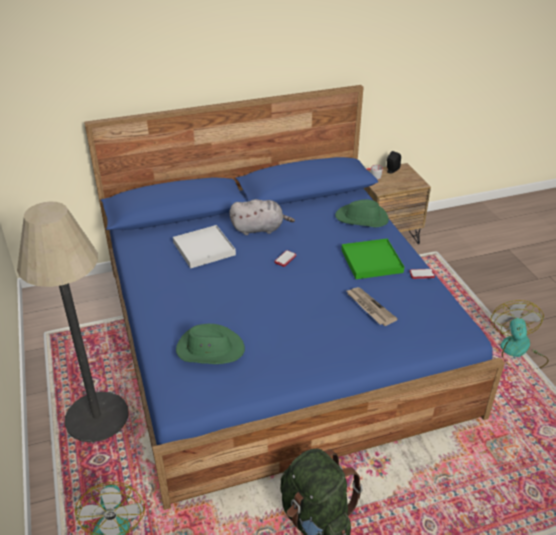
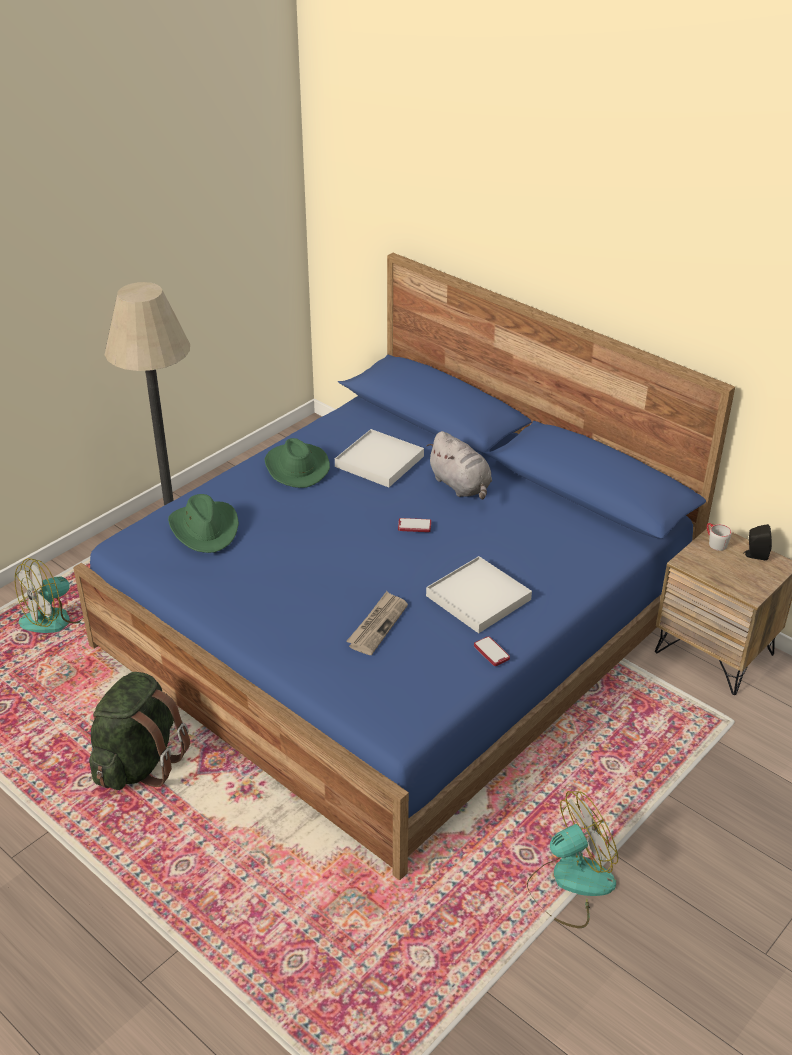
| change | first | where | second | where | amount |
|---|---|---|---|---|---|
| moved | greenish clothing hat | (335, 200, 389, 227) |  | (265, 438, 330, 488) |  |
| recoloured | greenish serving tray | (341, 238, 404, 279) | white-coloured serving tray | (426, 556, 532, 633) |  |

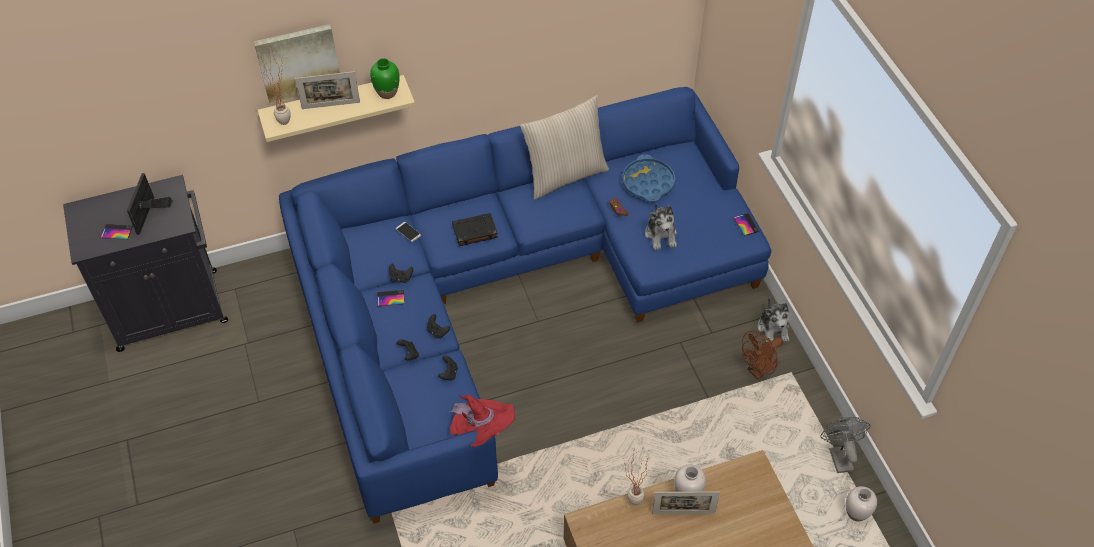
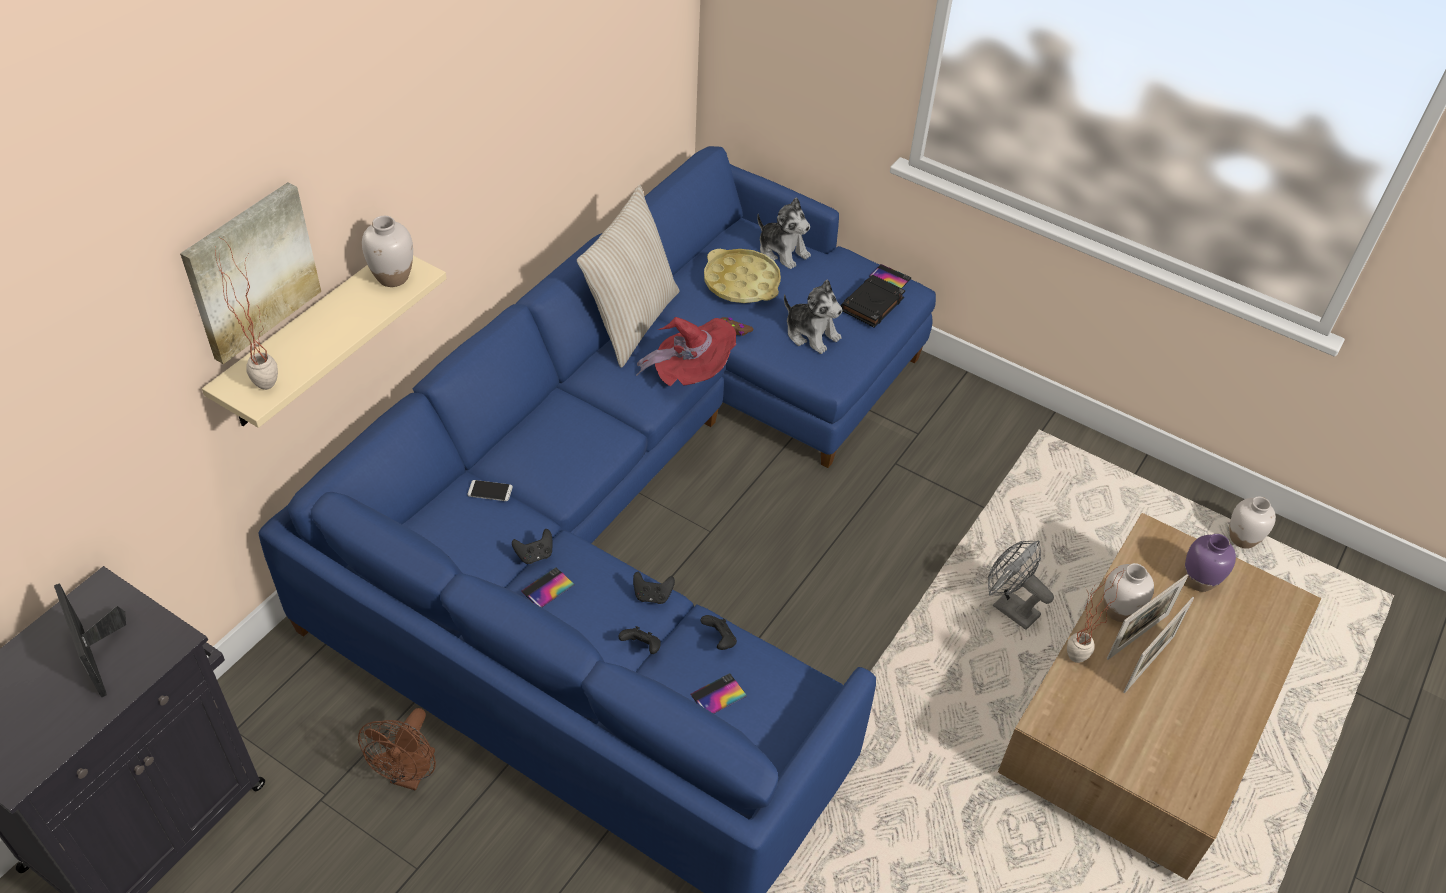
| change | first | where | second | where | amount |
|---|---|---|---|---|---|
| moved | phone | (100, 224, 133, 240) |  | (690, 673, 747, 714) |  |
| moved | photo frame | (295, 71, 360, 109) |  | (1123, 597, 1194, 693) |  |
| recoloured | greenish vase | (370, 58, 400, 99) | white-coloured vase | (362, 216, 413, 287) |  |
| moved | reddish clothing hat | (447, 395, 515, 447) |  | (636, 317, 736, 386) |  |
| moved | black book | (452, 213, 498, 246) |  | (840, 275, 905, 328) |  |
| recoloured | blue serving tray | (622, 154, 675, 202) | yellow-coloured serving tray | (704, 249, 781, 303) |  |
| moved | brownish fan | (742, 331, 783, 379) |  | (358, 708, 436, 791) |  |
| moved | plush toy | (758, 297, 789, 342) |  | (757, 197, 811, 269) |  |
| moved | gray fan | (820, 417, 870, 473) |  | (988, 540, 1054, 630) |  |
| added |  |  | purple-coloured vase | (1185, 534, 1236, 592) |  |

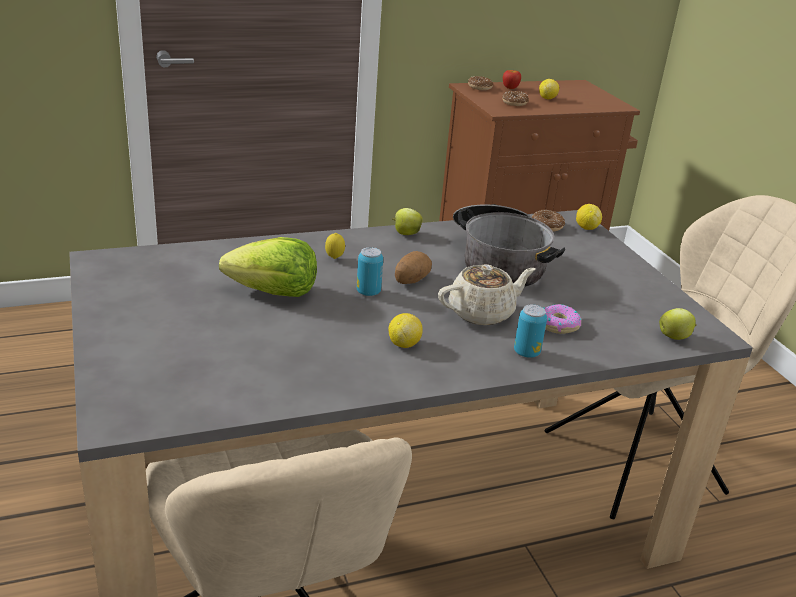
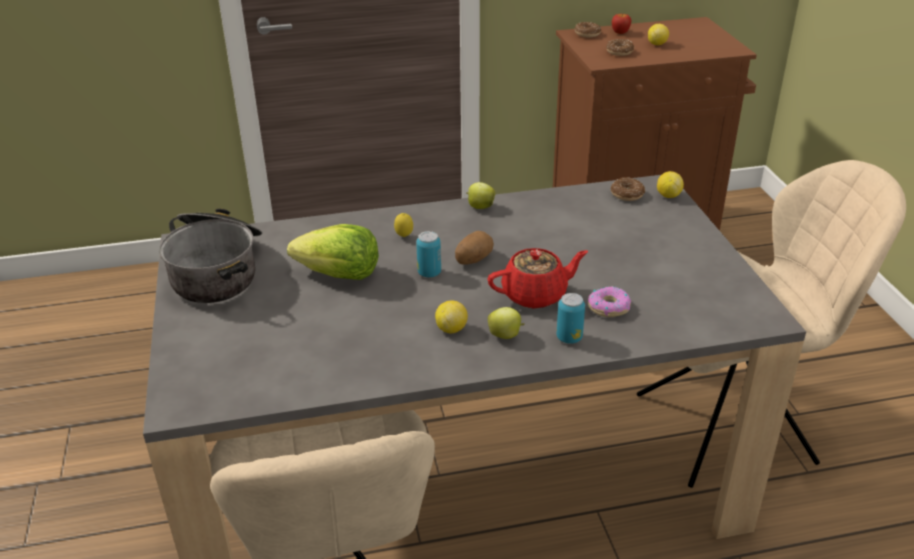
| change | first | where | second | where | amount |
|---|---|---|---|---|---|
| recoloured | beige-coloured tea pot | (438, 264, 536, 325) | reddish tea pot | (488, 248, 588, 309) |  |
| moved | cooking pot | (453, 204, 565, 287) |  | (159, 208, 262, 303) |  |
| moved | whole apple | (659, 308, 697, 340) |  | (488, 307, 525, 339) |  |

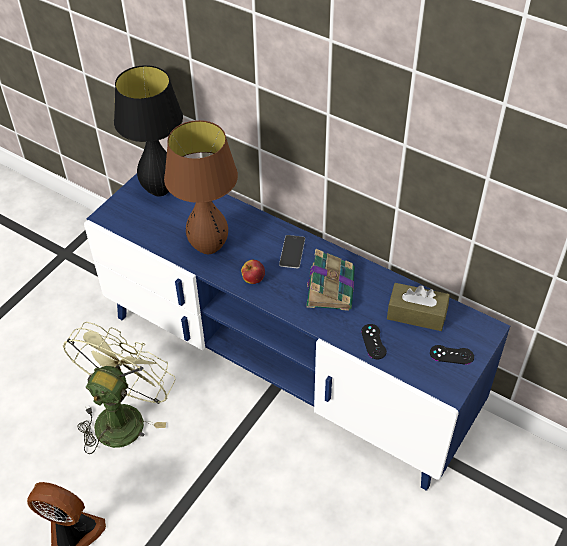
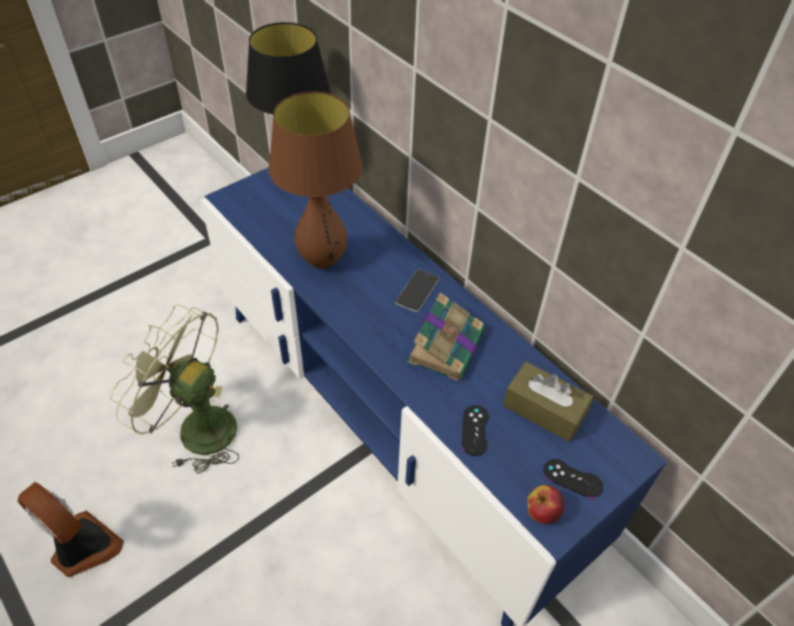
| change | first | where | second | where | amount |
|---|---|---|---|---|---|
| turned | greenish fan | (62, 322, 175, 454) |  | (110, 304, 239, 474) | 105 degrees counterclockwise |
| moved | whole apple | (241, 260, 265, 284) |  | (527, 485, 565, 524) |  |

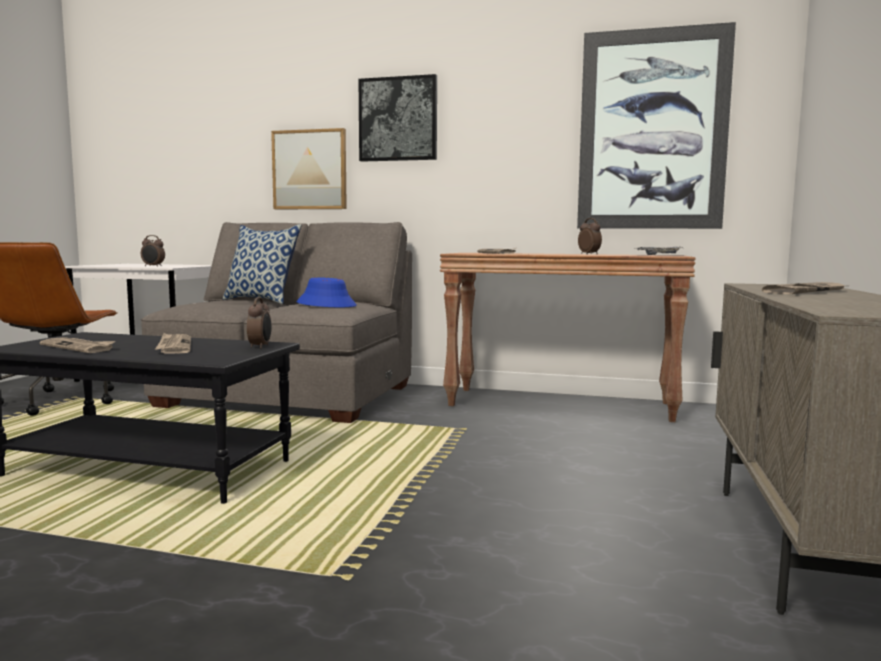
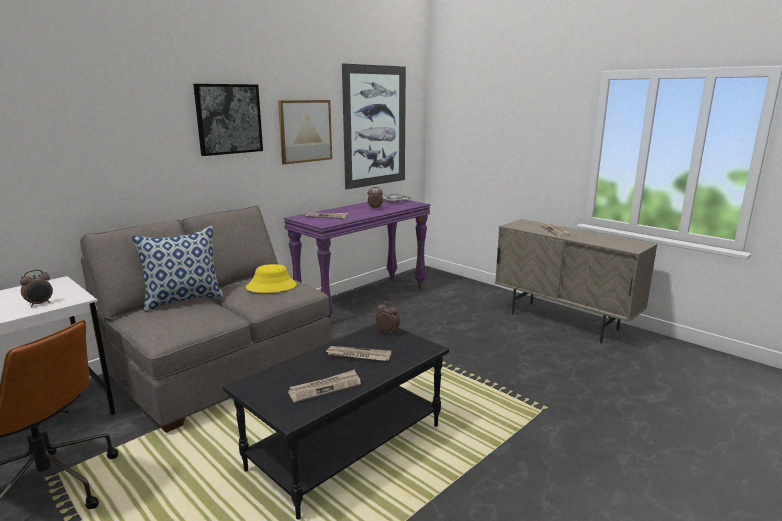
| change | first | where | second | where | amount |
|---|---|---|---|---|---|
| moved | picture | (271, 128, 347, 210) |  | (278, 100, 332, 164) |  |
| recoloured | blue clothing hat | (296, 277, 357, 307) | yellow-coloured clothing hat | (246, 264, 297, 293) |  |
| recoloured | brownish hall table | (440, 253, 696, 422) | purple-coloured hall table | (284, 199, 430, 318) |  |

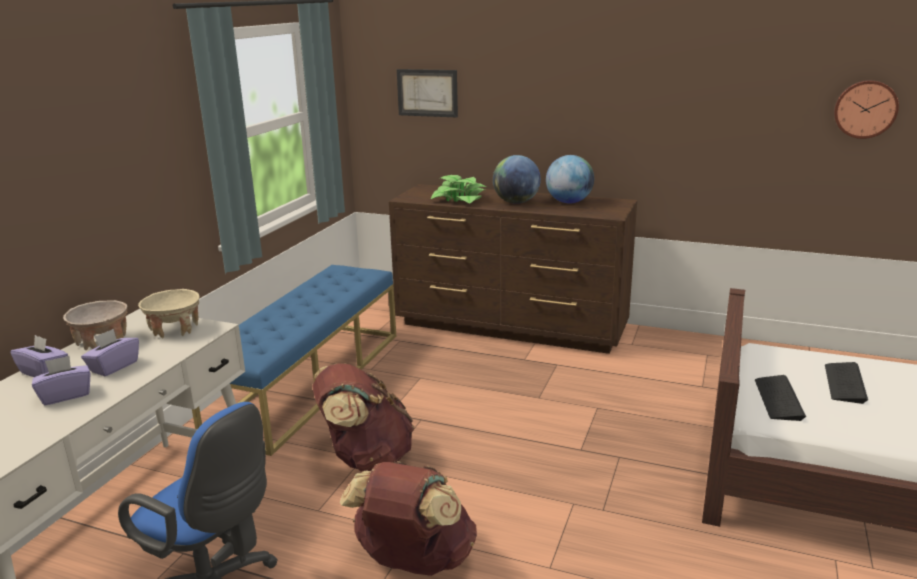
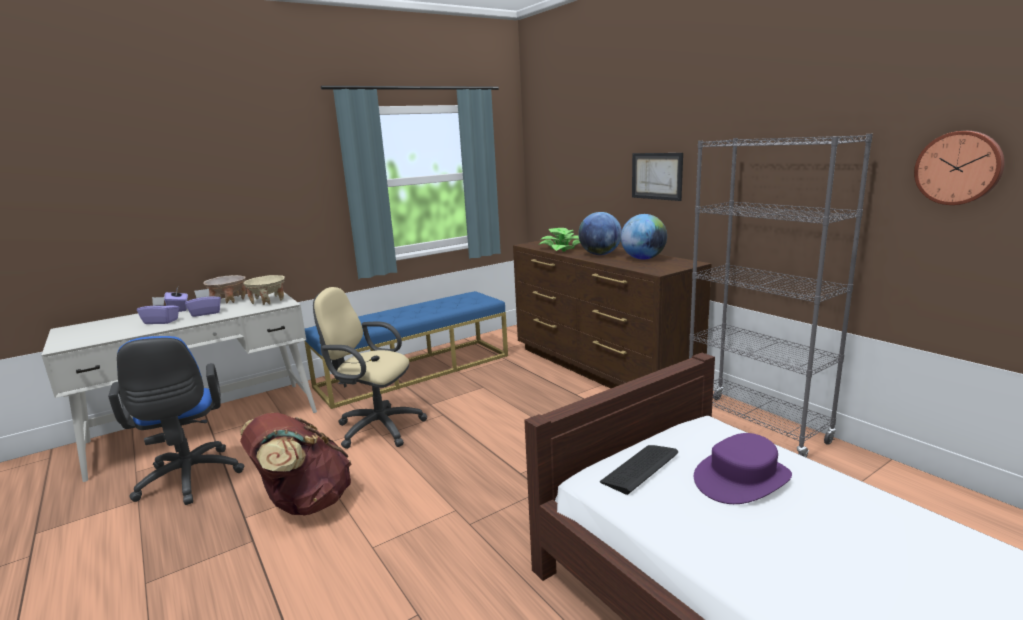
| change | first | where | second | where | amount |
|---|---|---|---|---|---|
| replaced | brownish knapsack | (312, 363, 414, 471) | beige-coloured office chair | (313, 287, 427, 449) |  |
| moved | picture | (397, 69, 458, 118) |  | (632, 153, 683, 201) |  |
| replaced | computer keyboard | (825, 362, 868, 404) | purple-coloured clothing hat | (694, 433, 792, 504) |  |
| added |  |  | gray shelving unit | (689, 134, 873, 457) |  |

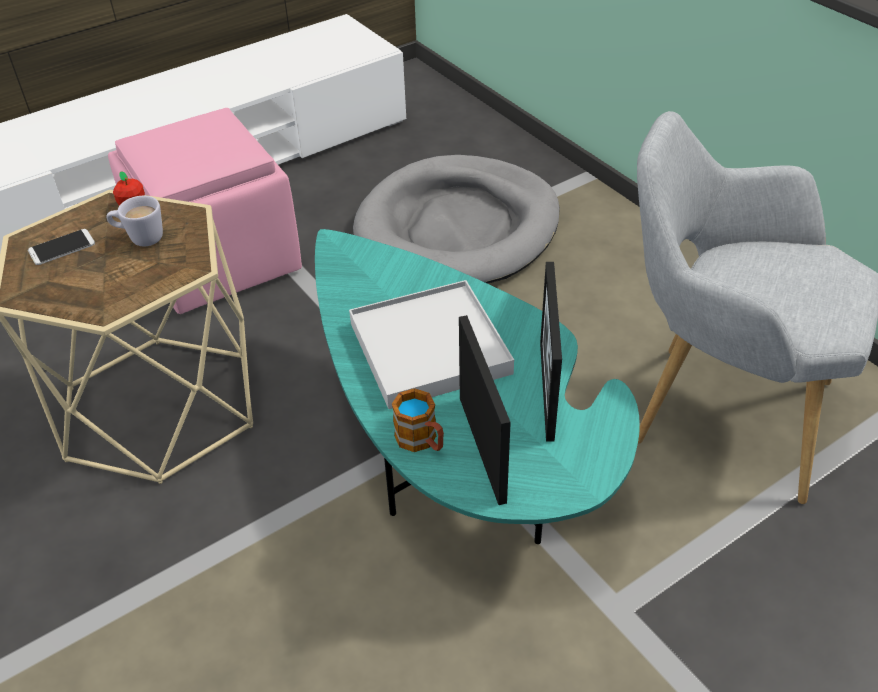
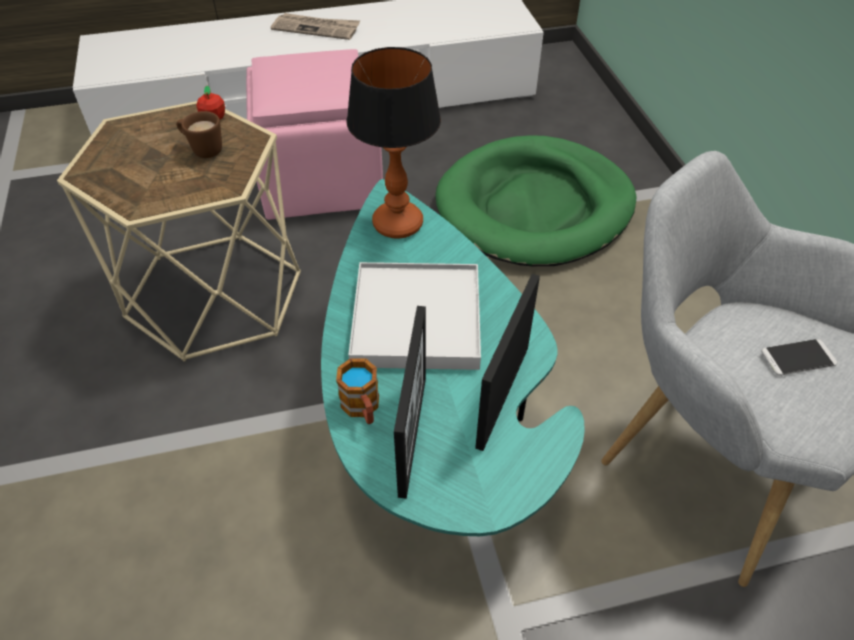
| change | first | where | second | where | amount |
|---|---|---|---|---|---|
| moved | phone | (28, 229, 95, 265) |  | (761, 339, 837, 376) |  |
| recoloured | white-coloured mug | (106, 196, 163, 246) | brownish mug | (176, 111, 222, 158) |  |
| recoloured | gray pet bed | (353, 155, 560, 284) | greenish pet bed | (435, 135, 636, 266) |  |
| added |  |  | newspaper | (271, 13, 360, 40) |  |
| added |  |  | table lamp | (346, 47, 441, 239) |  |

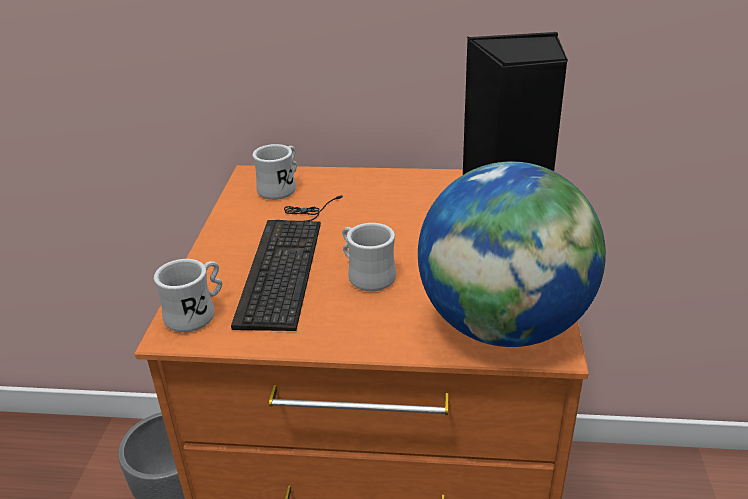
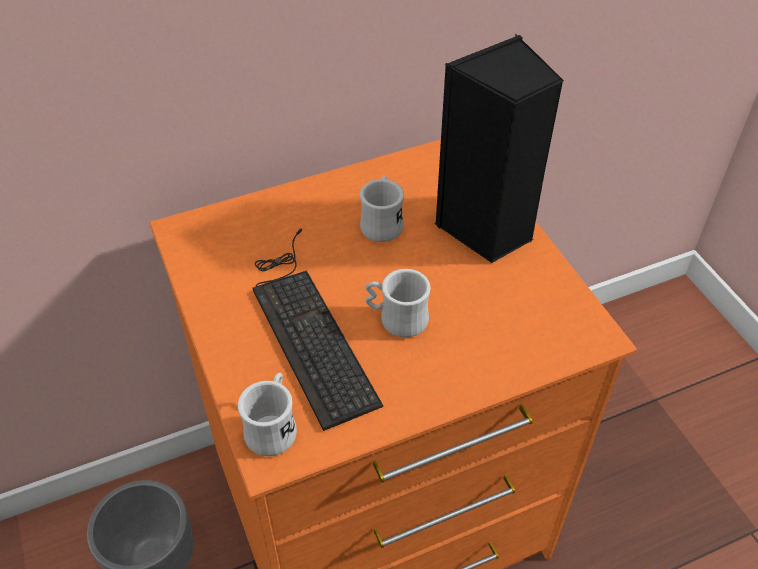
| change | first | where | second | where | amount |
|---|---|---|---|---|---|
| moved | white-coloured mug | (252, 144, 297, 200) |  | (360, 175, 404, 242) |  |
| removed | world globe | (418, 161, 606, 347) |  |  |  |

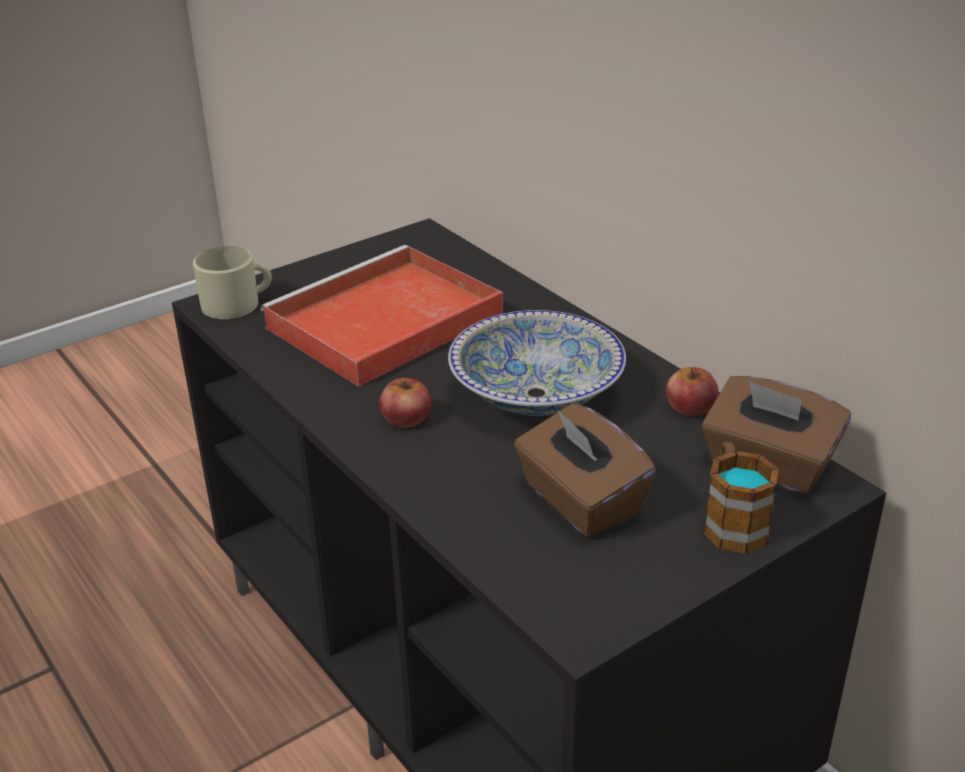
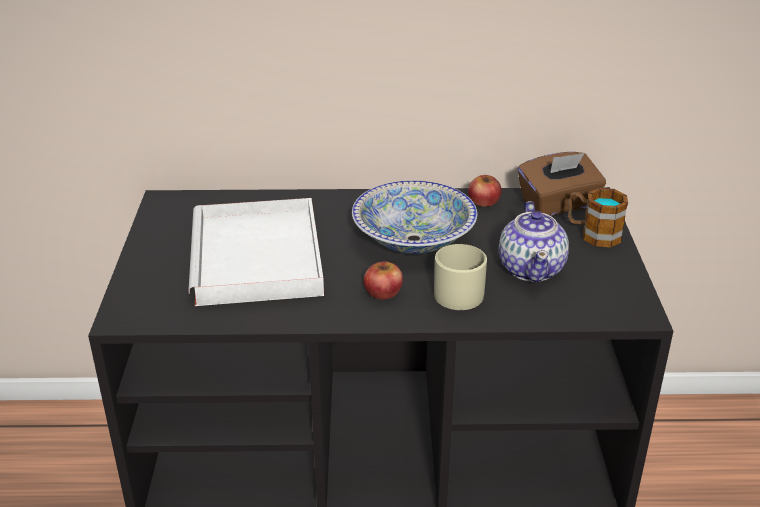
| change | first | where | second | where | amount |
|---|---|---|---|---|---|
| moved | beige-coloured mug | (193, 246, 272, 319) |  | (434, 244, 487, 310) |  |
| recoloured | reddish serving tray | (261, 245, 503, 387) | white-coloured serving tray | (188, 198, 324, 306) |  |
| replaced | brownish box of tissues | (514, 403, 656, 537) | tea pot | (499, 201, 569, 282) |  |

